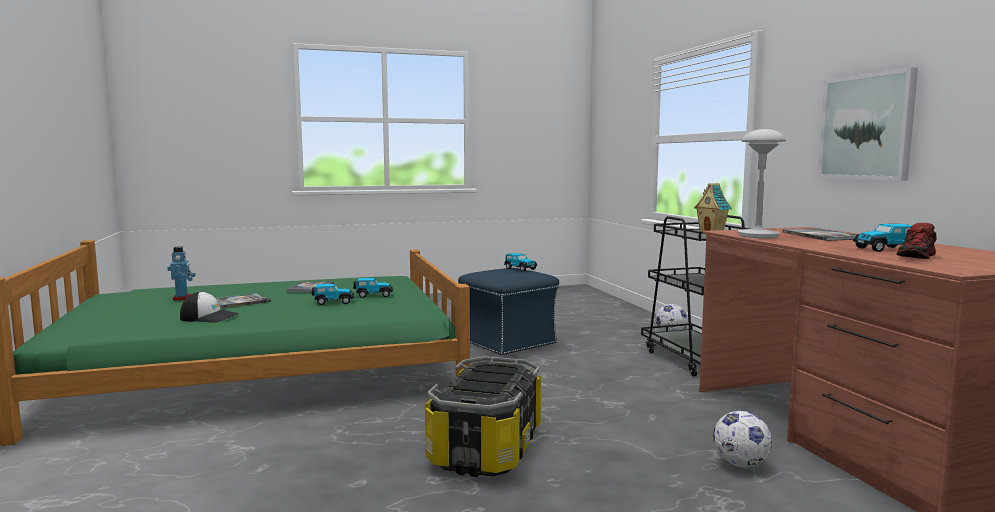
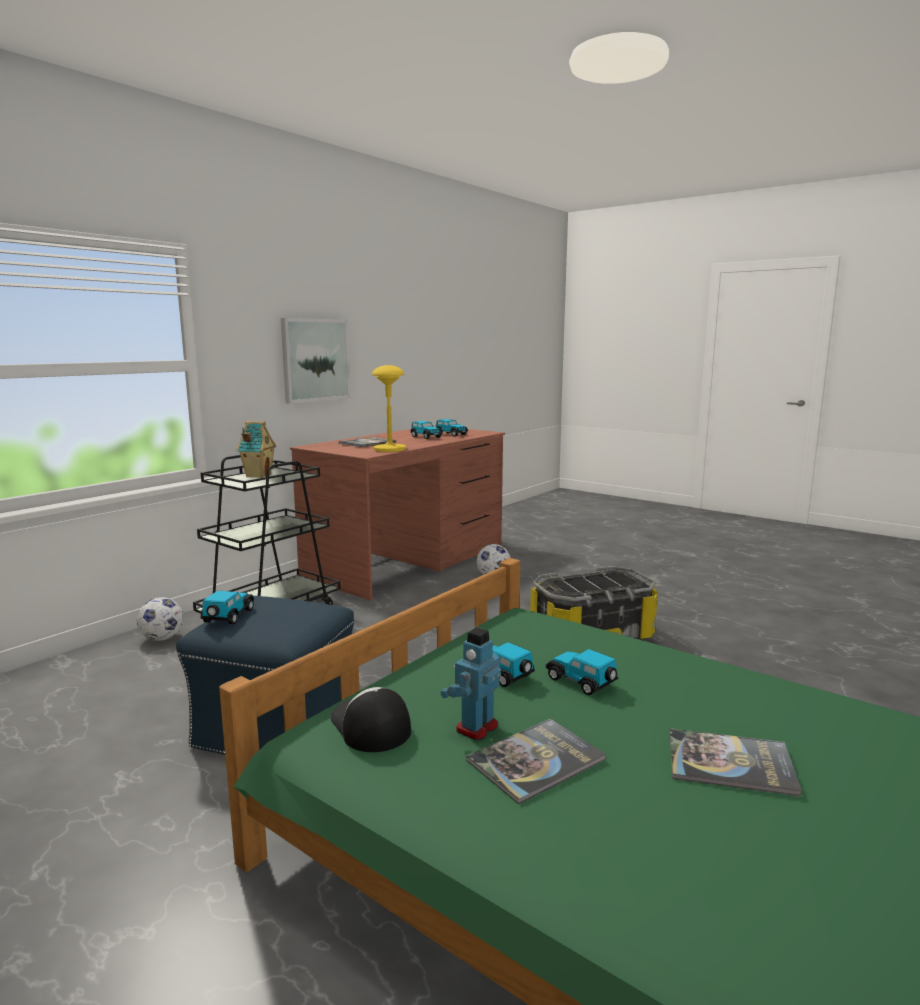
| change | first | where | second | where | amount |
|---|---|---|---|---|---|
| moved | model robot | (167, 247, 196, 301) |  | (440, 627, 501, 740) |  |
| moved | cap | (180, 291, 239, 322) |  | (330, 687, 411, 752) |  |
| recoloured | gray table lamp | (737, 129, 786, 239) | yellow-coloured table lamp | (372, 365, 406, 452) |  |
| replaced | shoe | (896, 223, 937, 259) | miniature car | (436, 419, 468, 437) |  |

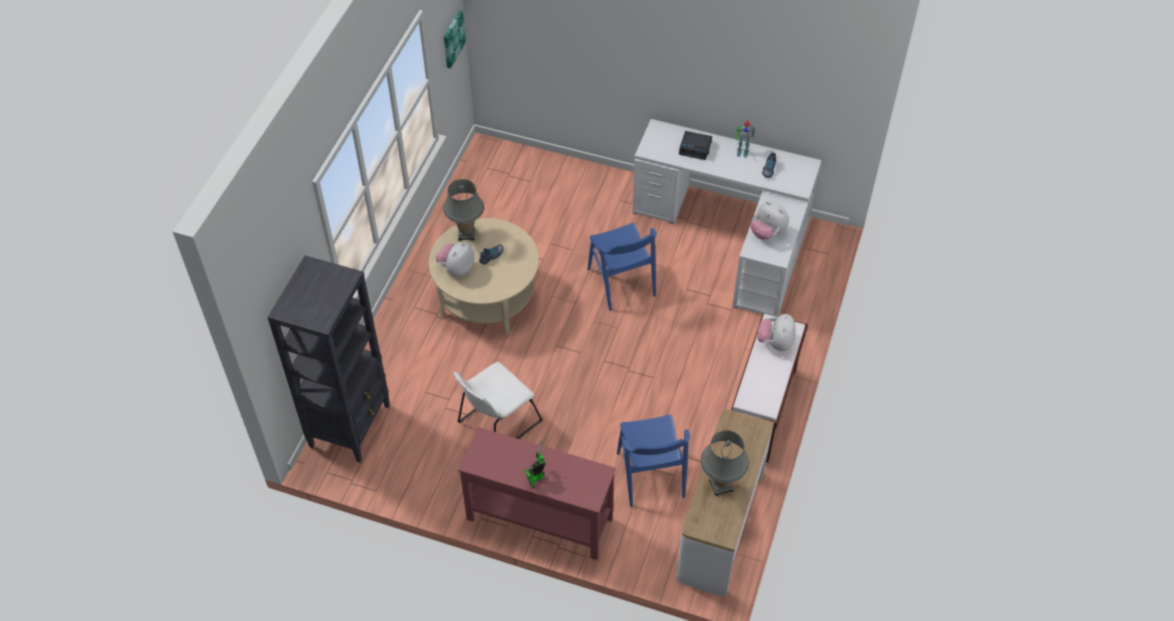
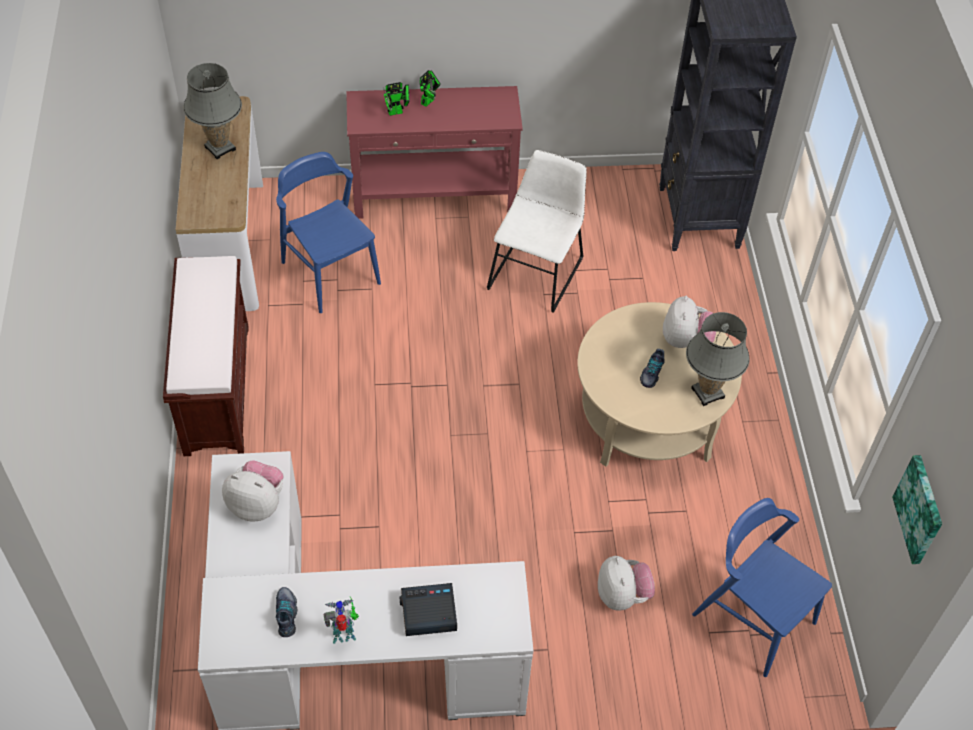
| change | first | where | second | where | amount |
|---|---|---|---|---|---|
| moved | blue plain chair | (587, 223, 656, 311) |  | (692, 498, 832, 677) |  |
| moved | plush toy | (757, 314, 796, 351) |  | (598, 556, 655, 611) |  |
| added |  |  | model robot | (384, 82, 409, 116) |  |

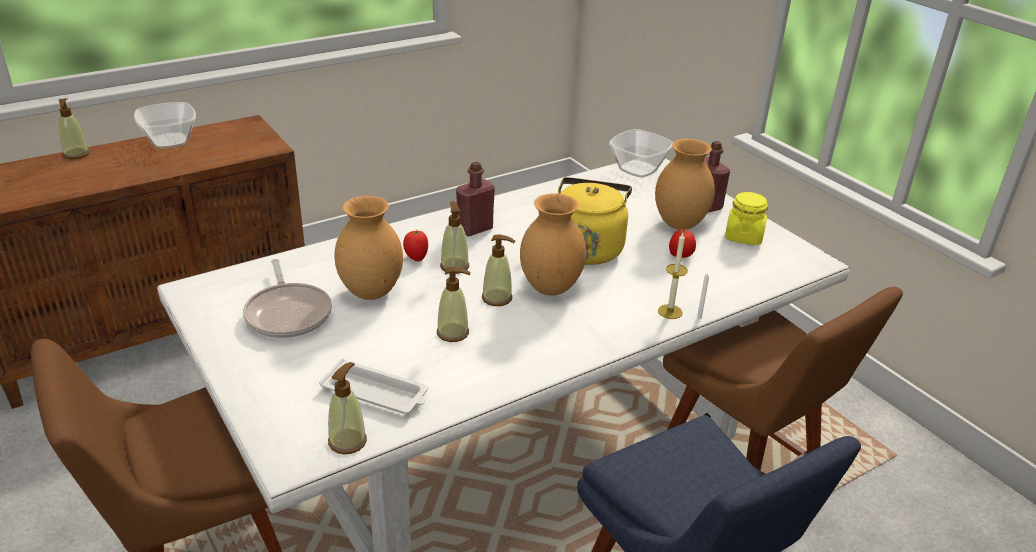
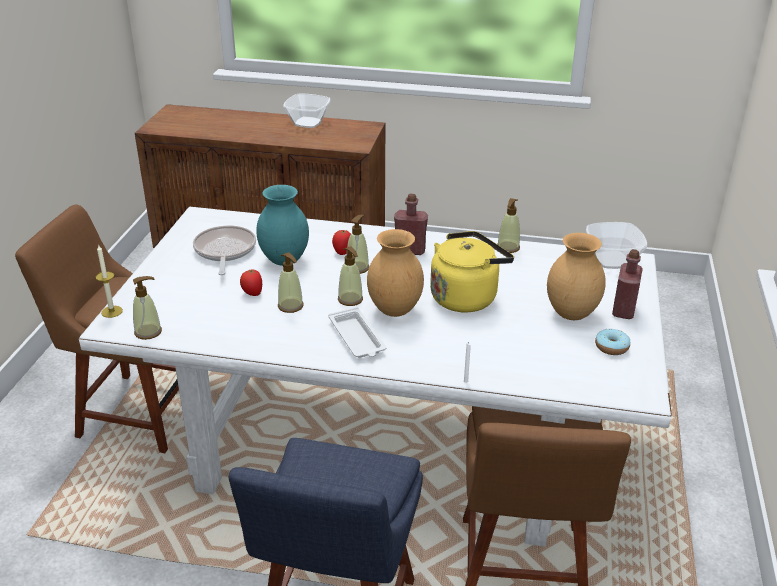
| change | first | where | second | where | amount |
|---|---|---|---|---|---|
| moved | soap bottle | (59, 98, 90, 159) |  | (498, 198, 520, 253) |  |
| turned | pan | (243, 259, 332, 338) |  | (193, 225, 256, 275) | 150 degrees clockwise |
| moved | white-coloured serving tray | (319, 359, 428, 414) |  | (328, 307, 386, 358) |  |
| recoloured | brownish vase | (334, 196, 403, 300) | turquoise-coloured vase | (256, 185, 309, 266) |  |
| moved | wax light | (658, 233, 688, 319) |  | (95, 244, 123, 318) |  |
| moved | fresh tomato | (669, 229, 696, 258) |  | (240, 269, 262, 296) |  |
| replaced | yellow-coloured jar | (725, 192, 768, 245) | doughnut | (595, 329, 630, 355) |  |

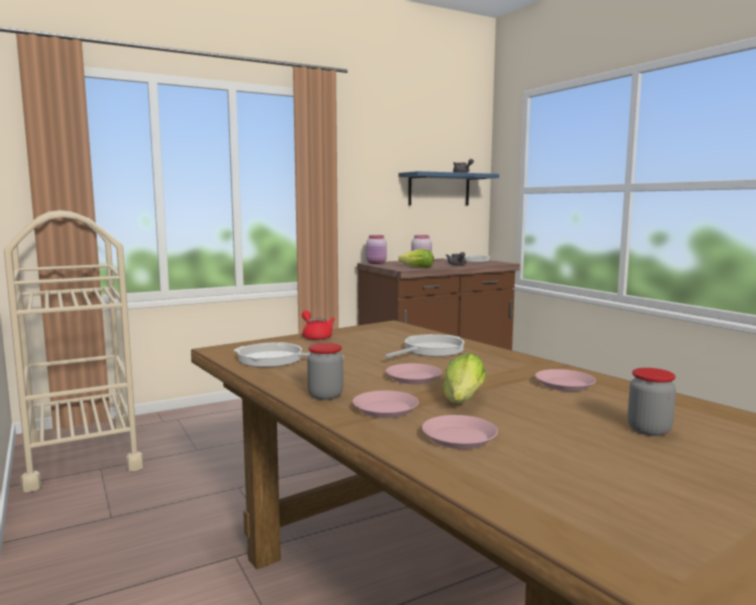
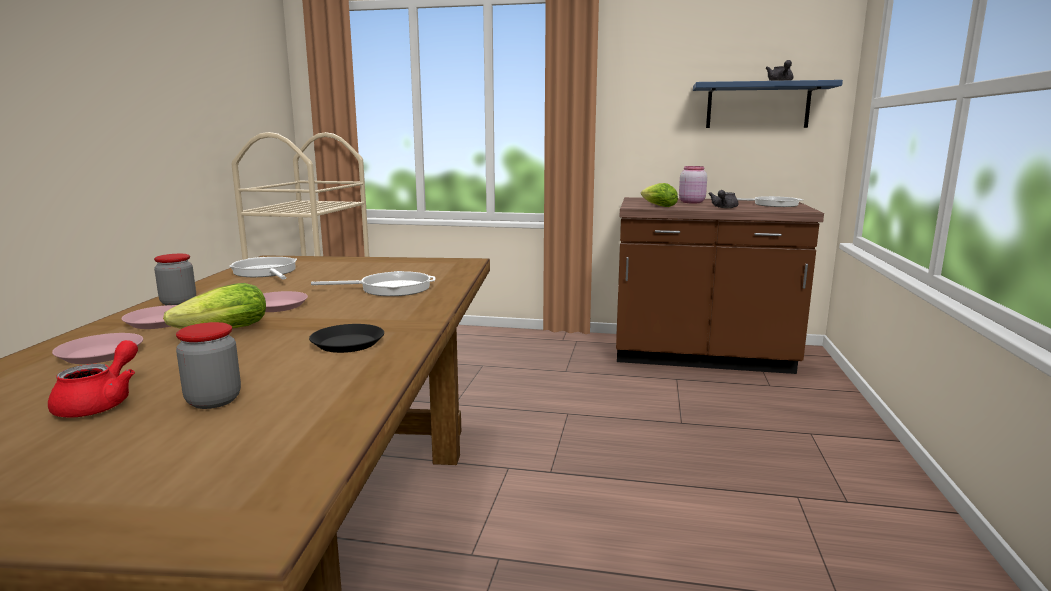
| change | first | where | second | where | amount |
|---|---|---|---|---|---|
| moved | reddish tea pot | (302, 310, 334, 340) |  | (48, 340, 138, 418) |  |
| removed | pink jar | (366, 235, 387, 264) |  |  |  |
| recoloured | pink dinner plate | (535, 369, 596, 391) | black dinner plate | (309, 324, 384, 353) |  |

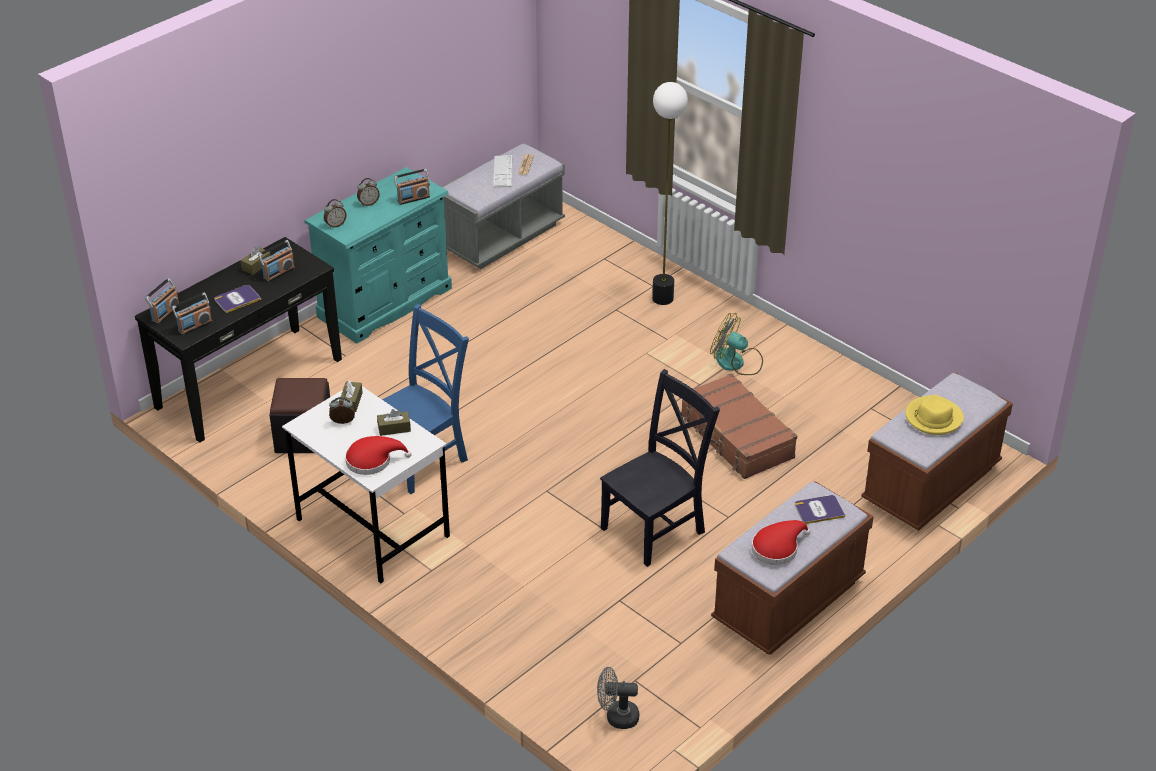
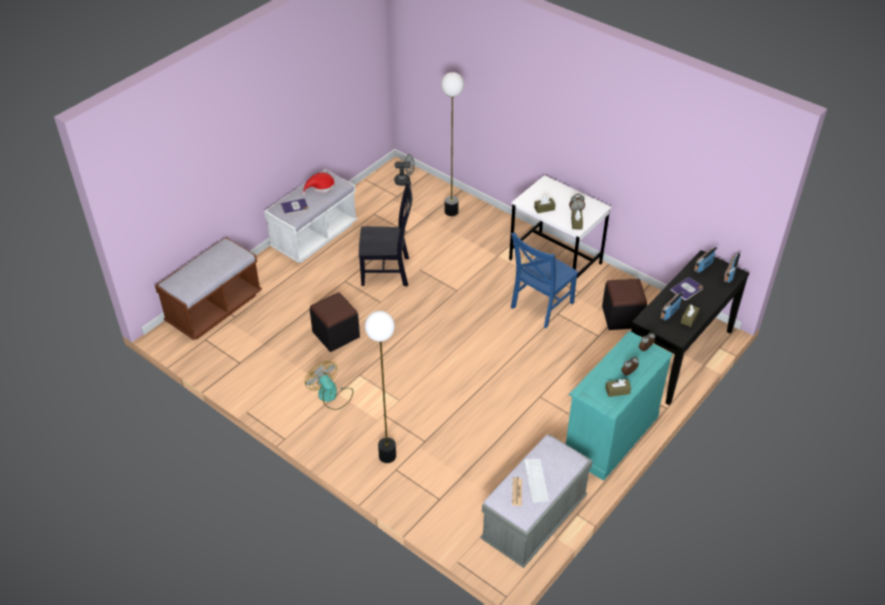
| change | first | where | second | where | amount |
|---|---|---|---|---|---|
| removed | reddish clothing hat | (345, 436, 411, 475) |  |  |  |
| removed | radio receiver | (394, 169, 430, 205) |  |  |  |
| turned | black plain chair | (600, 369, 720, 567) |  | (359, 182, 412, 286) | 135 degrees counterclockwise |
| replaced | brownish travel case | (681, 373, 797, 479) | black ottoman | (310, 292, 360, 352) |  |
| turned | fan | (710, 313, 763, 375) |  | (305, 361, 353, 410) | 150 degrees counterclockwise |
| recoloured | brownish long seat | (711, 481, 874, 655) | white-coloured long seat | (264, 169, 358, 263) |  |
| removed | yellow-coloured clothing hat | (905, 395, 964, 435) |  |  |  |
| added |  |  | floor lamp | (441, 72, 464, 216) |  |
| added |  |  | brownish box of tissues | (605, 379, 631, 397) |  |

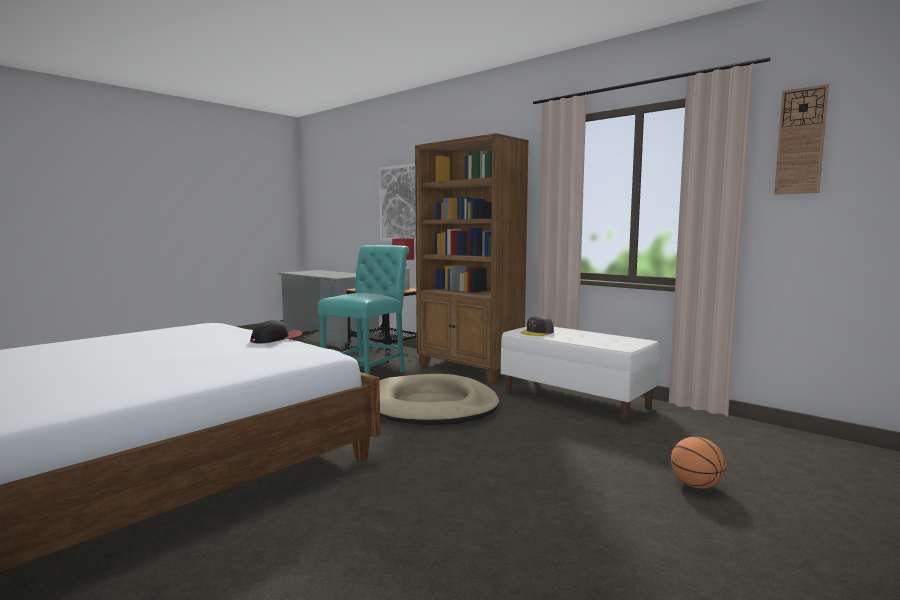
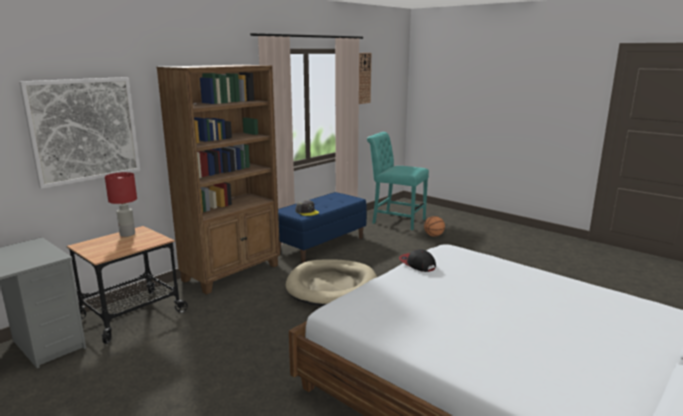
| change | first | where | second | where | amount |
|---|---|---|---|---|---|
| moved | turquoise-coloured plain chair | (318, 245, 409, 375) |  | (367, 132, 429, 230) |  |
| recoloured | white-coloured long seat | (501, 327, 659, 423) | blue long seat | (278, 192, 367, 263) |  |

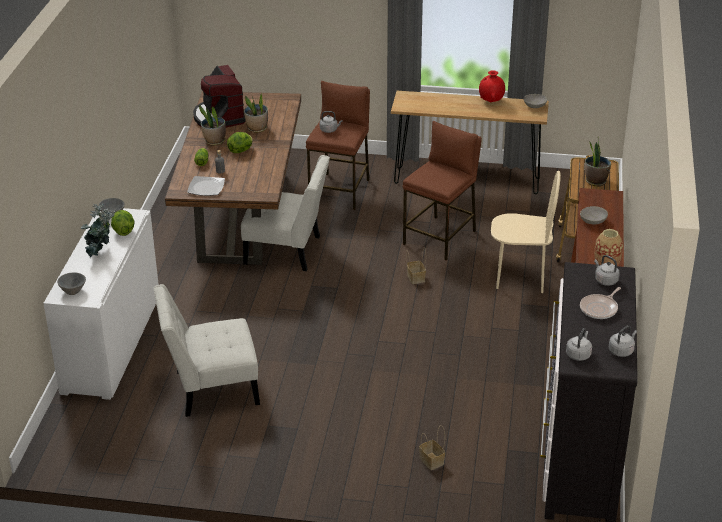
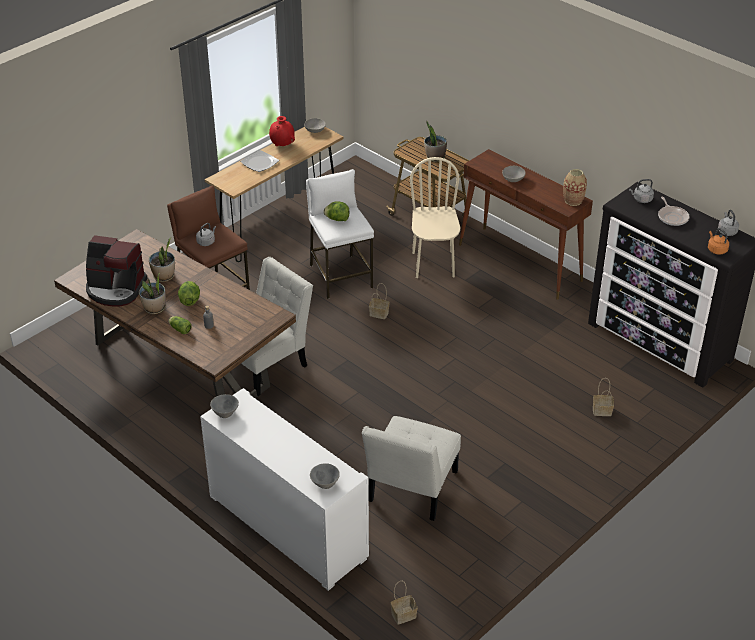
| change | first | where | second | where | amount |
|---|---|---|---|---|---|
| removed | plant in a pot | (81, 203, 116, 258) |  |  |  |
| moved | head of lettuce | (111, 210, 134, 236) |  | (323, 201, 349, 221) |  |
| moved | dinner plate | (187, 176, 225, 196) |  | (240, 150, 279, 172) |  |
| recoloured | brownish stool seat | (403, 121, 482, 260) | white-coloured stool seat | (306, 169, 374, 299) |  |
| turned | beige-coloured plain chair | (491, 171, 561, 293) |  | (410, 157, 460, 278) | 45 degrees counterclockwise |
| recoloured | gray water kettle | (566, 328, 592, 361) | orange water kettle | (708, 228, 729, 255) |  |
| added |  |  | household basket | (390, 581, 418, 624) |  |

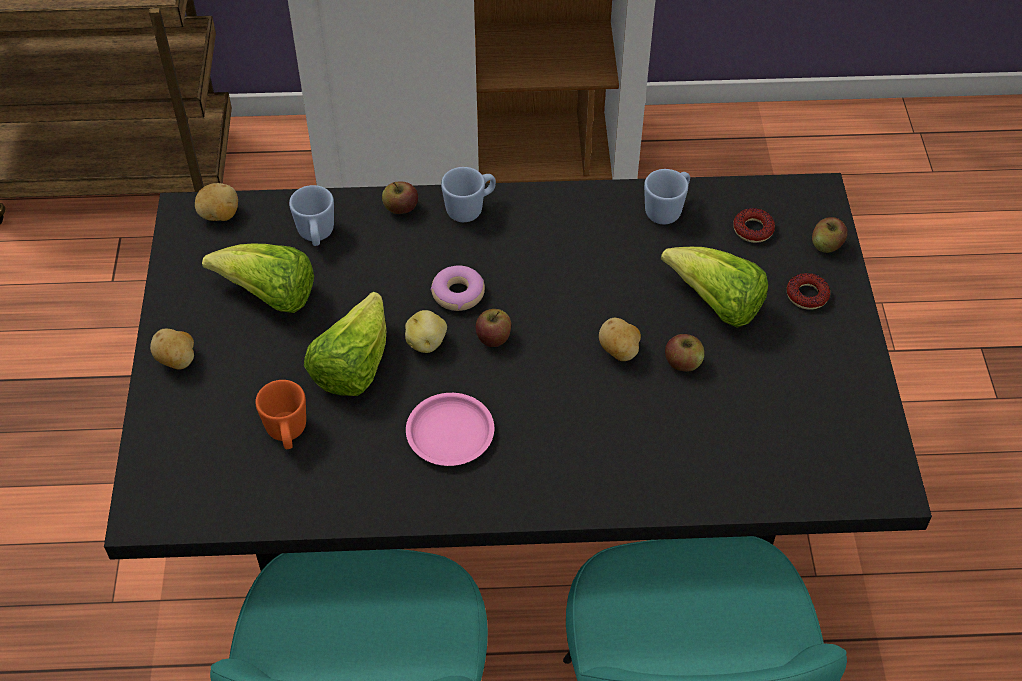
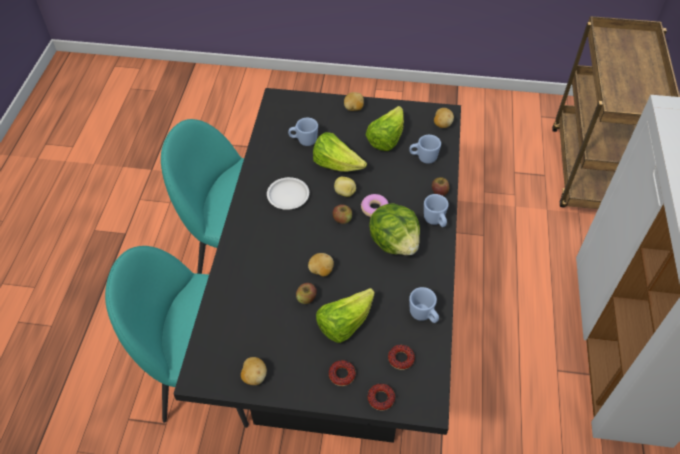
| change | first | where | second | where | amount |
|---|---|---|---|---|---|
| recoloured | orange mug | (255, 380, 306, 449) | blue mug | (288, 118, 318, 146) |  |
| recoloured | pink dinner plate | (406, 393, 494, 466) | white-coloured dinner plate | (267, 177, 309, 210) |  |
| replaced | whole apple | (812, 217, 848, 253) | doughnut | (368, 383, 395, 411) |  |
| added |  |  | spud | (241, 357, 267, 385) |  |
| added |  |  | head of lettuce | (369, 203, 420, 255) |  |

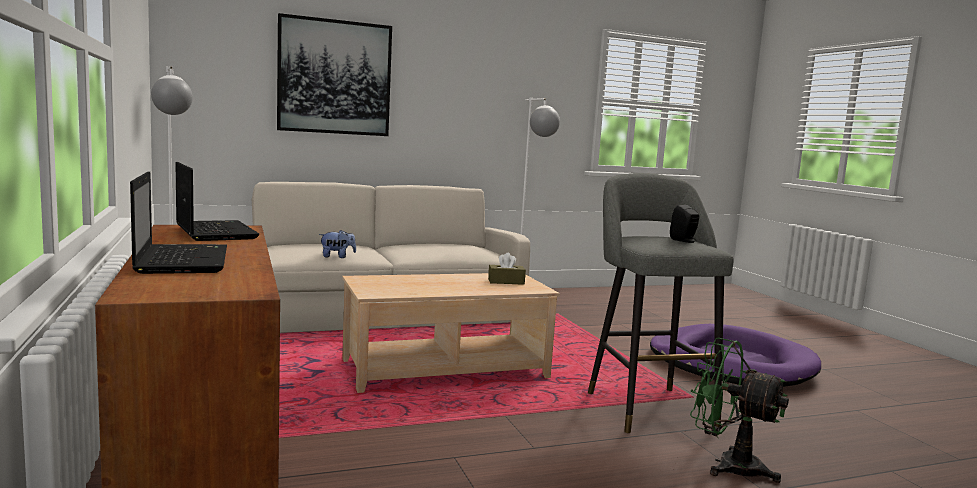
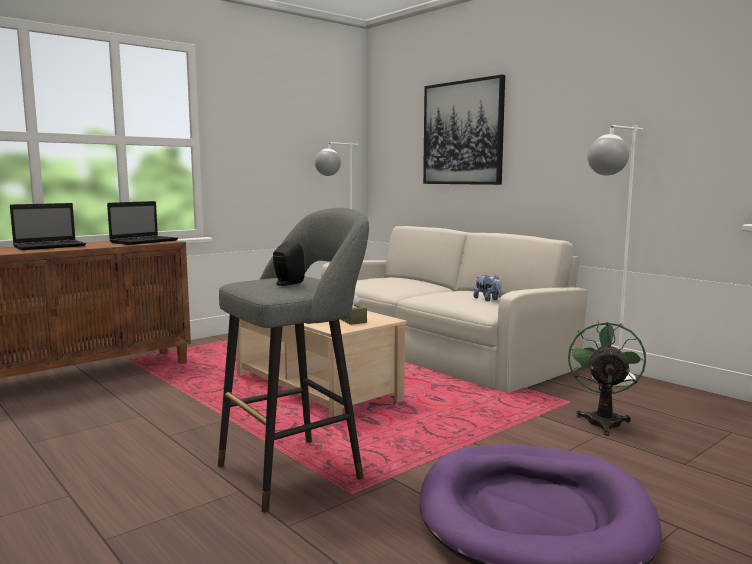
| change | first | where | second | where | amount |
|---|---|---|---|---|---|
| moved | plush toy | (319, 230, 356, 258) |  | (474, 275, 502, 301) |  |
| moved | greenish fan | (690, 338, 789, 483) |  | (568, 321, 646, 436) |  |

